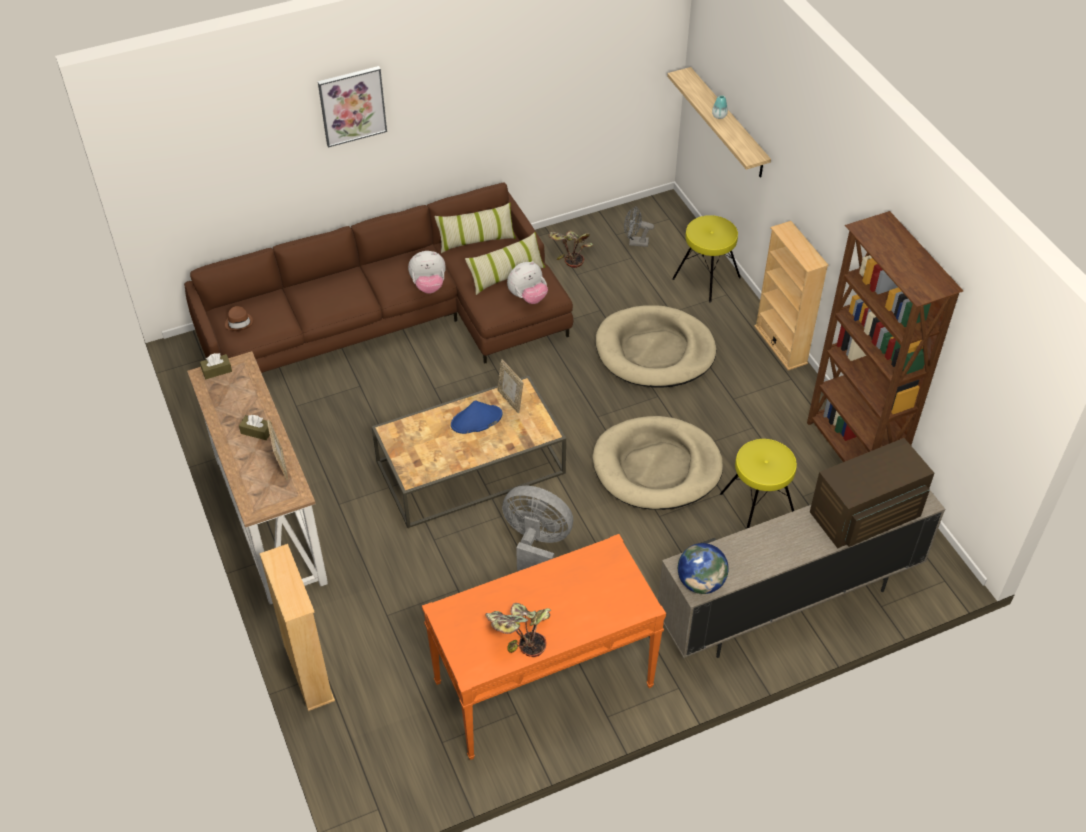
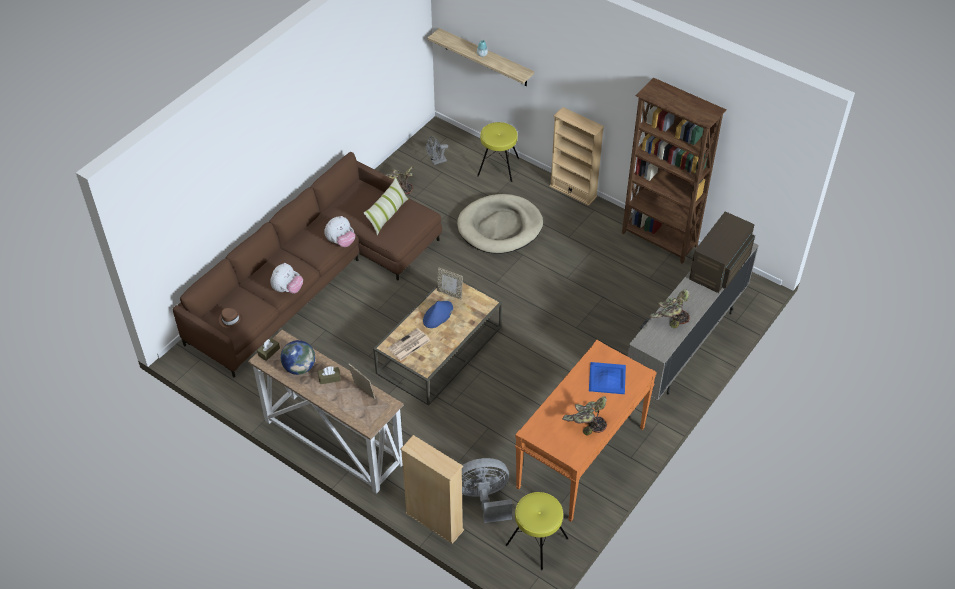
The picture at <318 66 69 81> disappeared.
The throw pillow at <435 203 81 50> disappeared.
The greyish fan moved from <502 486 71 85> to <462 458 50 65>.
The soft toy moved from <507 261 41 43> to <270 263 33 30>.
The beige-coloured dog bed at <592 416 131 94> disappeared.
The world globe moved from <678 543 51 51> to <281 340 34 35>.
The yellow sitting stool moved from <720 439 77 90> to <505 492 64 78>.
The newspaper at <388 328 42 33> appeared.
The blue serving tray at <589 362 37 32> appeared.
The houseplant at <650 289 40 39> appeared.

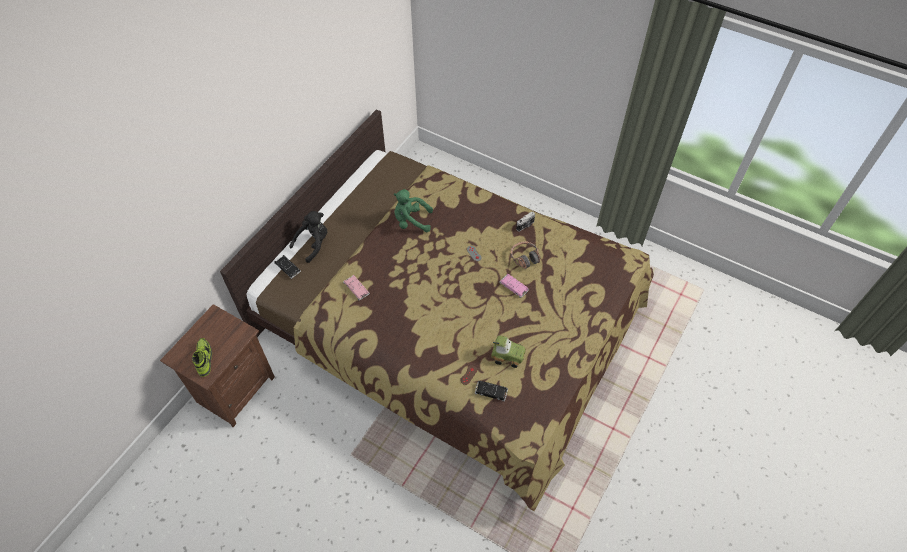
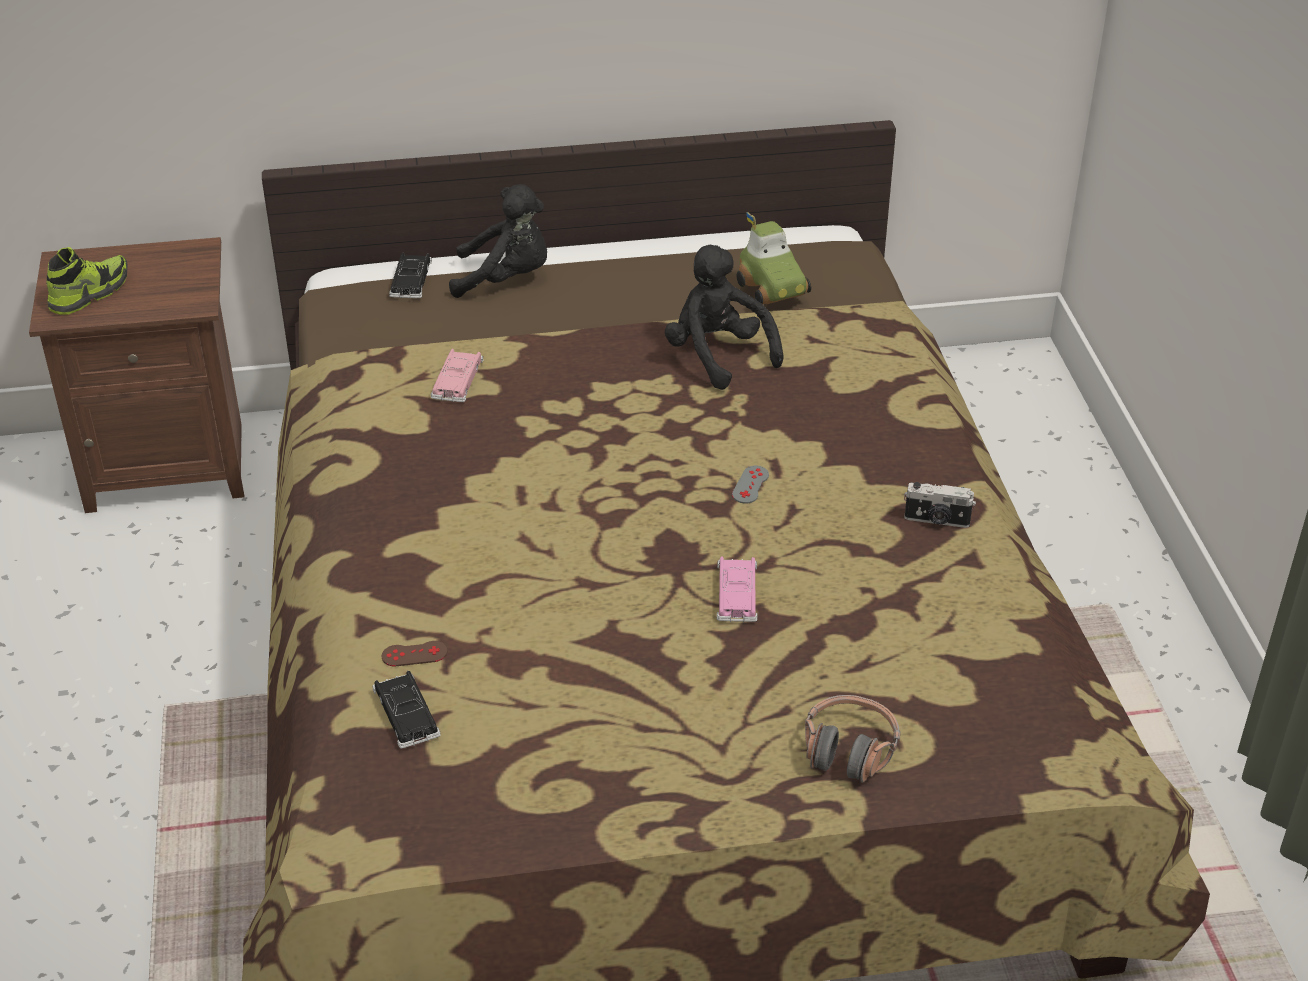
The green-coloured soft toy at <394 189 39 43> became the blackish soft toy at <665 245 119 145>.
The toy car moved from <492 335 34 33> to <736 212 75 92>.
The headphones moved from <511 241 29 28> to <805 695 96 88>.

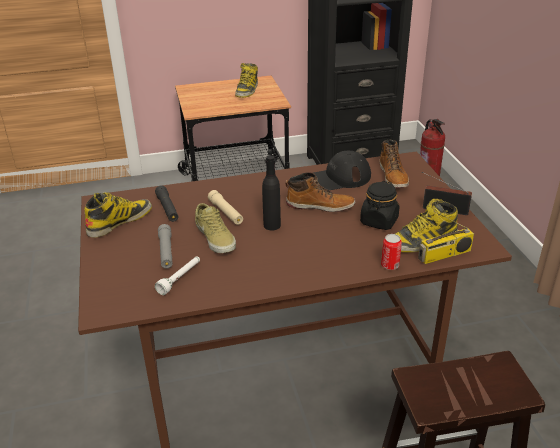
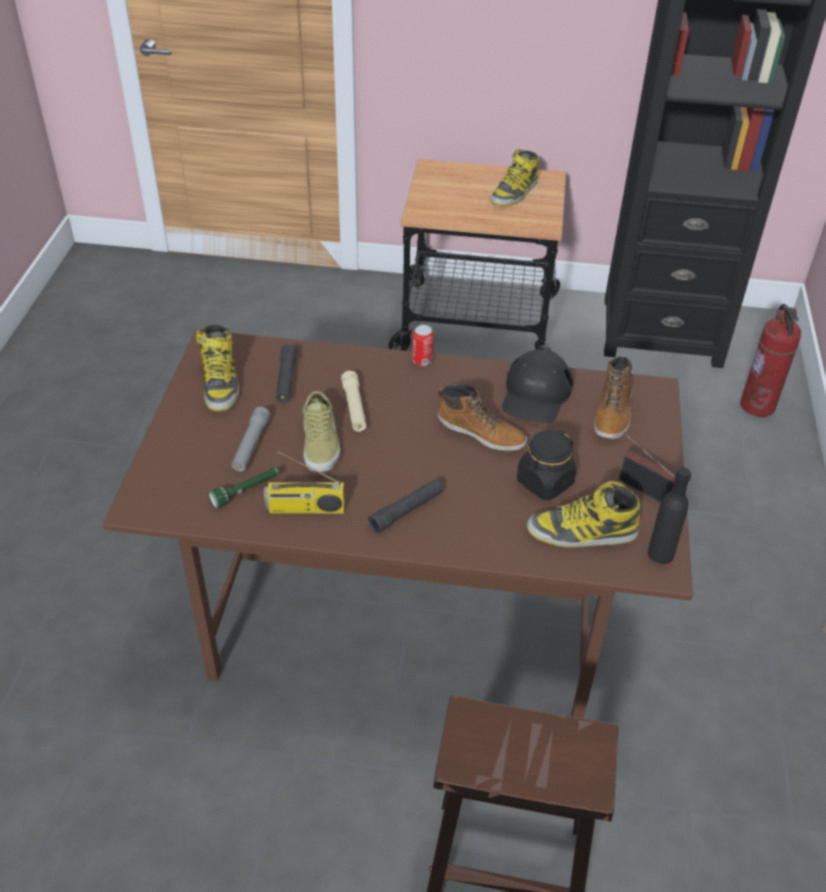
The tall boot at <84 192 68 46> turned 105 degrees clockwise.
The white-coloured torch at <155 256 45 39> became the green-coloured torch at <208 467 72 42>.
The blackish beverage bottle moved from <262 155 19 75> to <648 467 43 97>.
The blackish baseball cap at <313 151 58 39> turned 75 degrees counterclockwise.
The sealed can moved from <381 234 21 36> to <412 325 22 41>.
The radio receiver moved from <418 211 56 53> to <264 451 81 63>.
The blackish torch at <368 479 75 54> appeared.

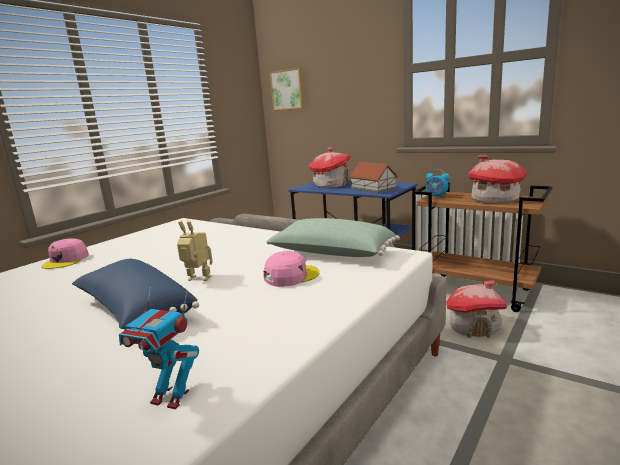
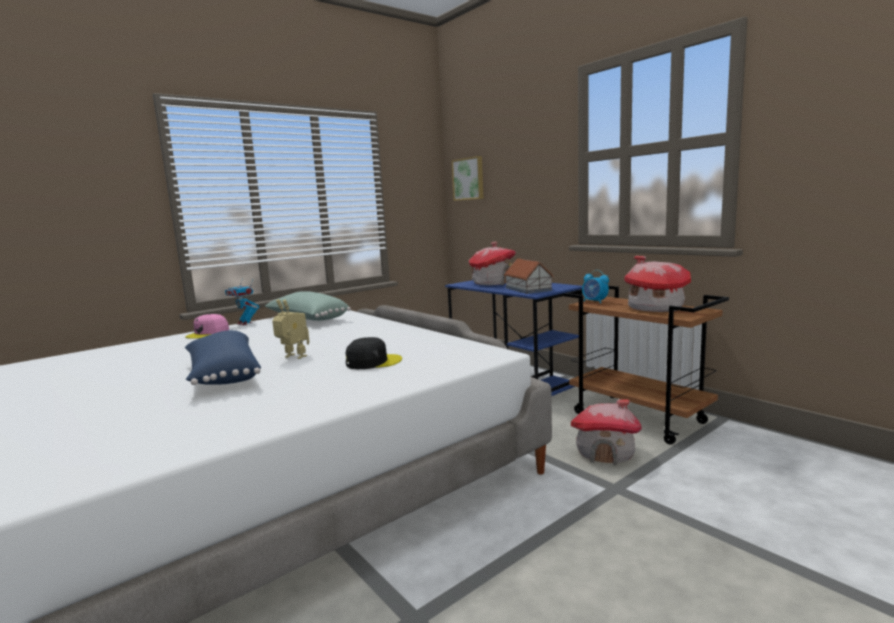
The toy robot moved from <119 287 80 122> to <225 278 34 47>.
The pink-coloured baseball cap at <264 251 56 36> became the blackish baseball cap at <345 337 57 32>.
The green-coloured throw pillow moved from <266 218 134 39> to <265 291 86 30>.

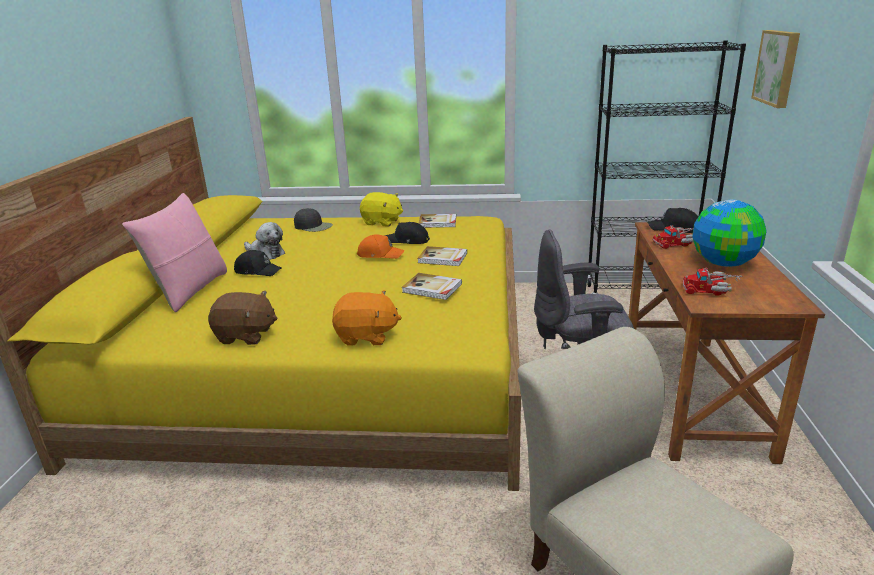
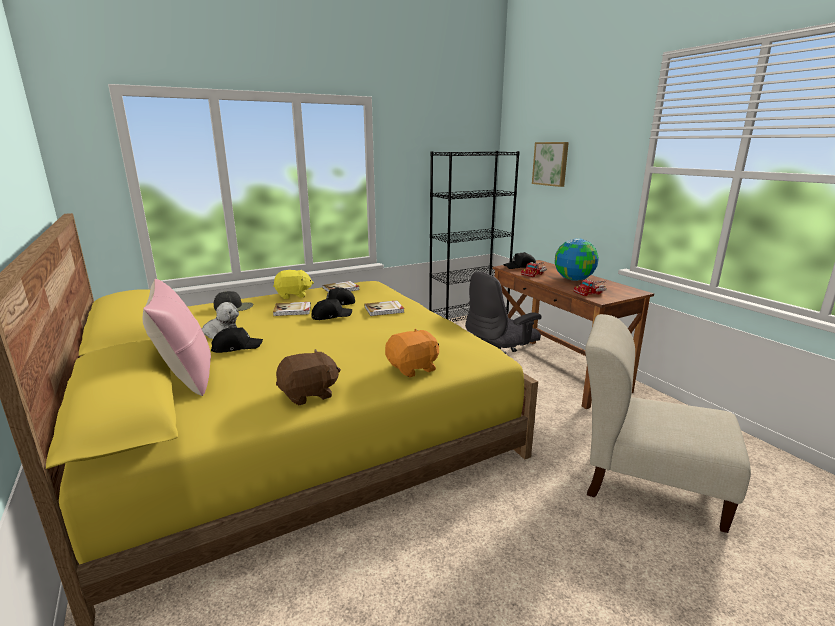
The orangey baseball cap at <357 235 48 24> became the blackish baseball cap at <311 299 41 21>.
The volume moved from <402 273 60 27> to <273 302 38 14>.

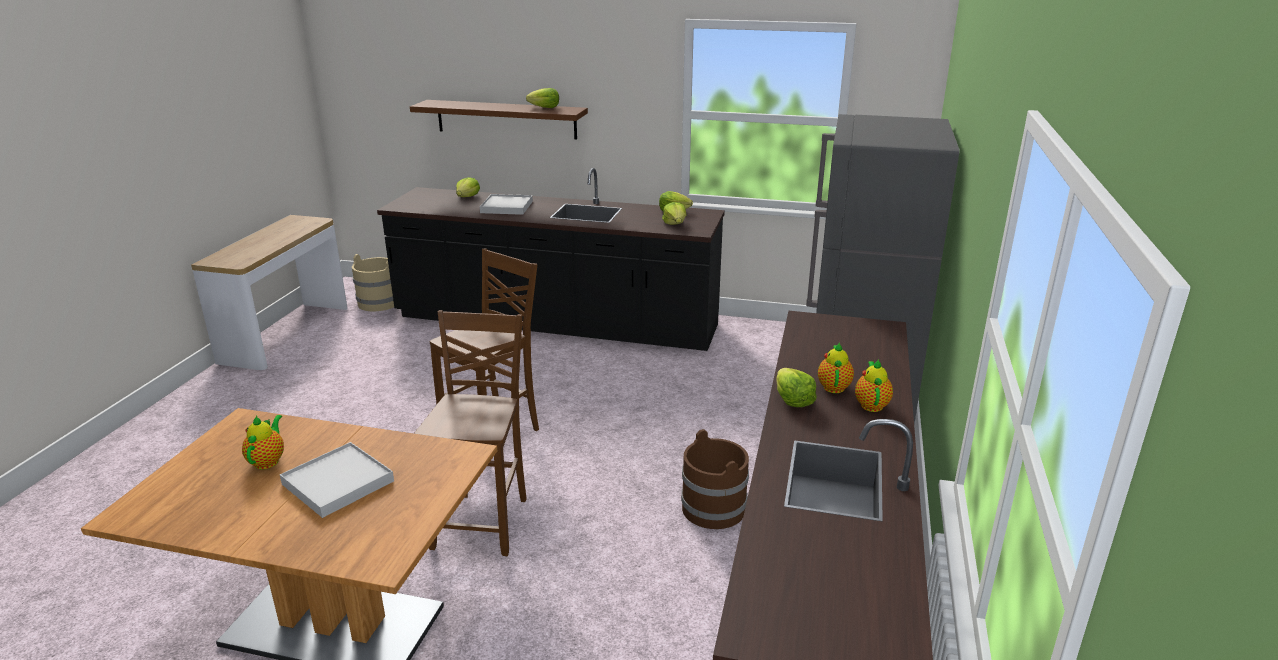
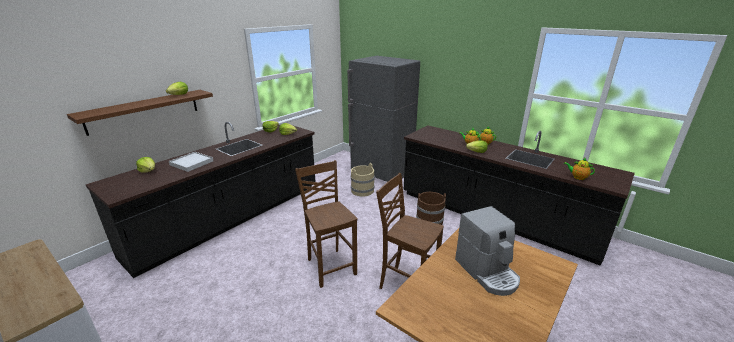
The pot for tea moved from <242 415 42 54> to <564 158 31 22>.
The white-coloured serving tray at <280 442 114 76> was replaced by the coffee brewer at <455 206 65 90>.
The beige-coloured bucket moved from <352 254 42 57> to <351 163 24 34>.

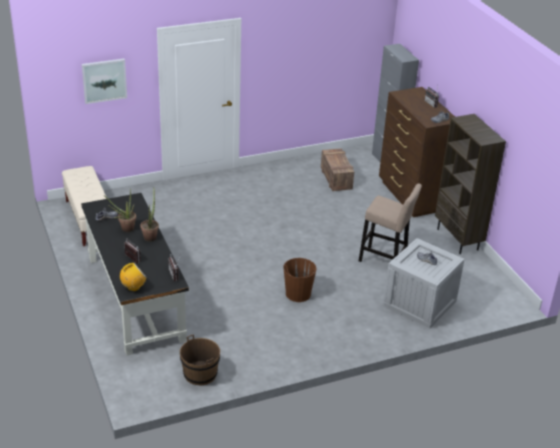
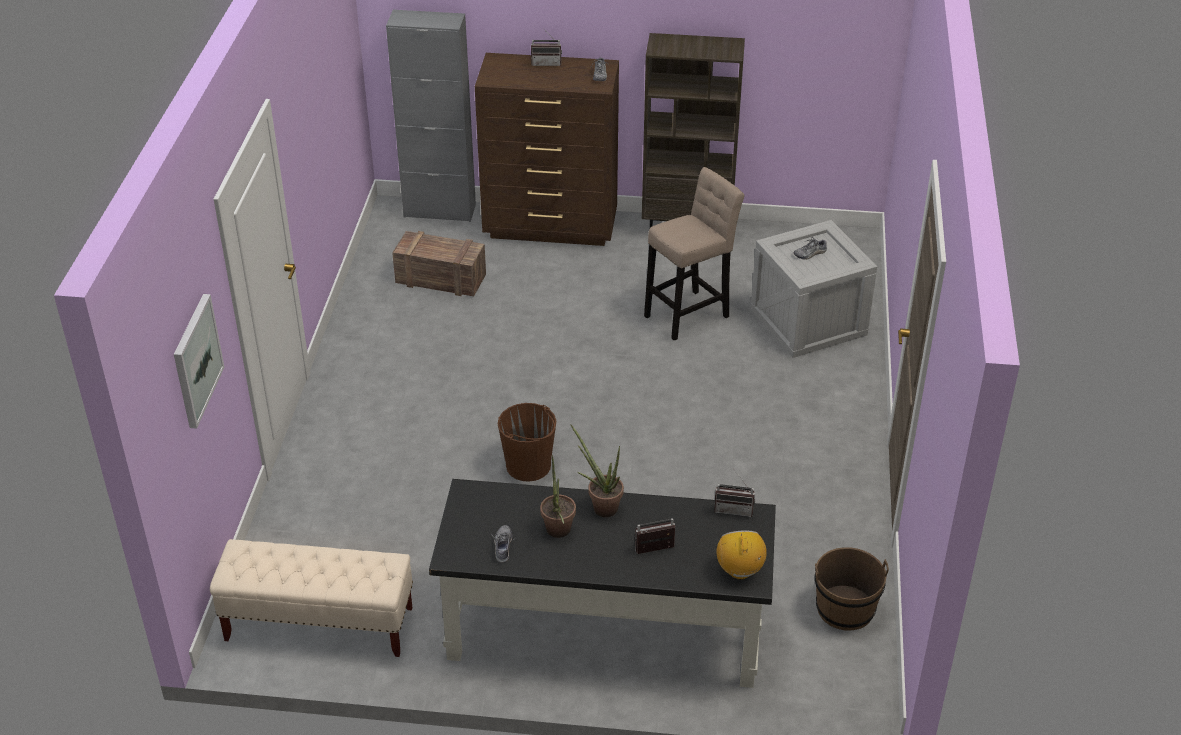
The brown bucket moved from <283 258 34 44> to <498 403 58 79>.

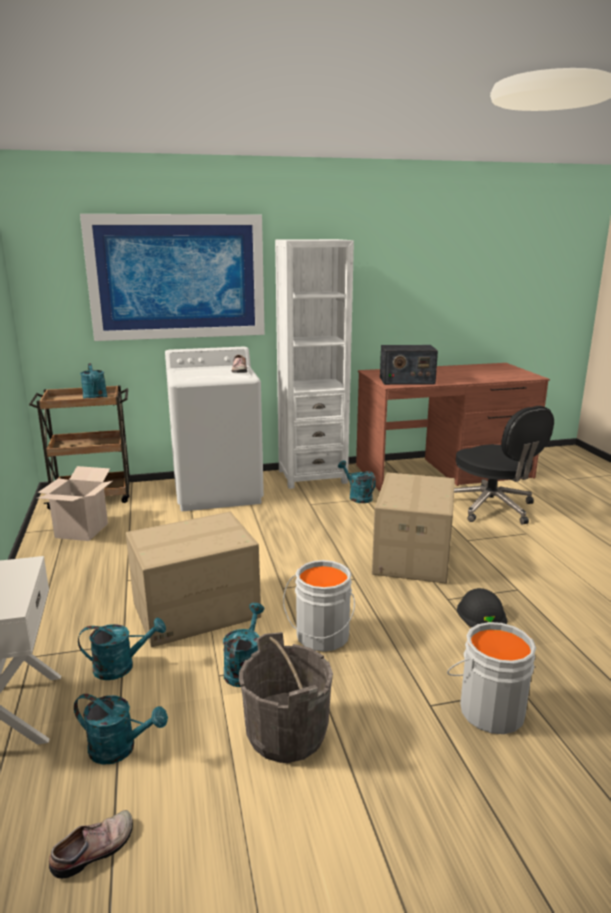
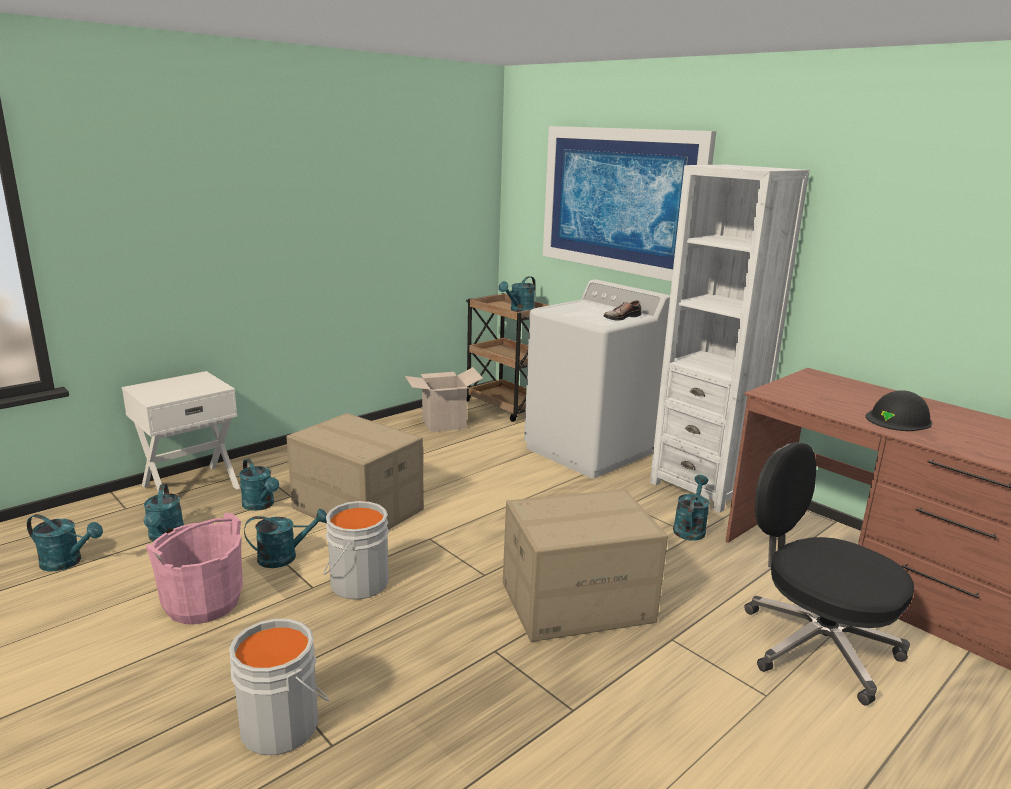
The low shoe at <49 810 84 69> was replaced by the turquoise watering pot at <27 514 76 58>.
The greyish bucket at <239 632 94 131> became the pink-coloured bucket at <146 513 97 112>.
The radio receiver at <380 345 58 40> disappeared.
The blackish office chair at <454 406 100 119> turned 105 degrees clockwise.
The blackish work helmet moved from <457 588 50 39> to <866 390 66 41>.

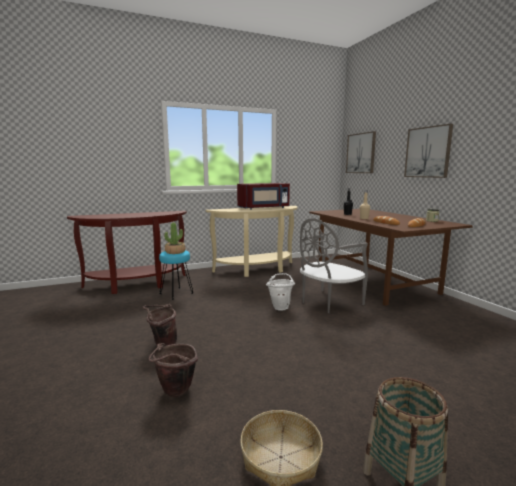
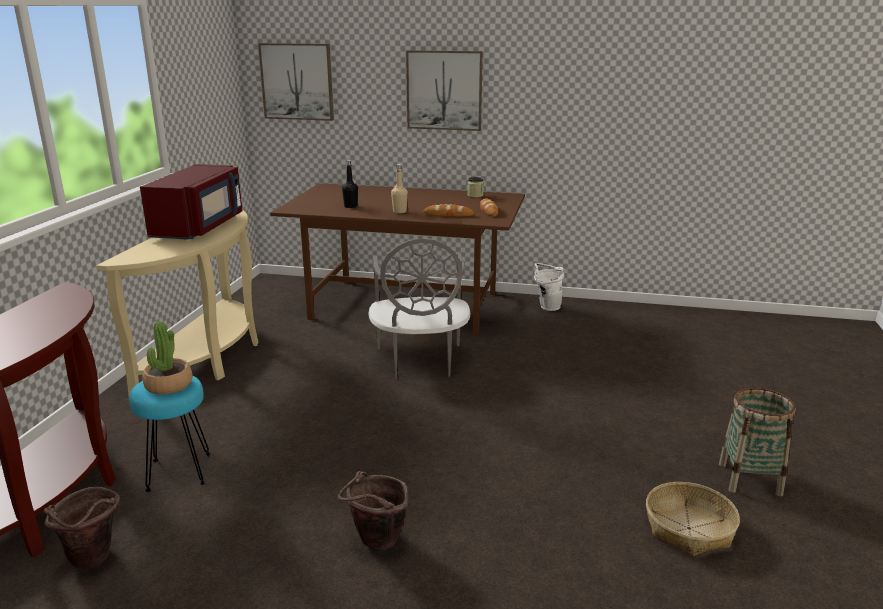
The brown bucket moved from <149 343 49 54> to <44 487 76 82>.
The white-coloured bucket moved from <266 273 29 38> to <534 263 30 48>.

